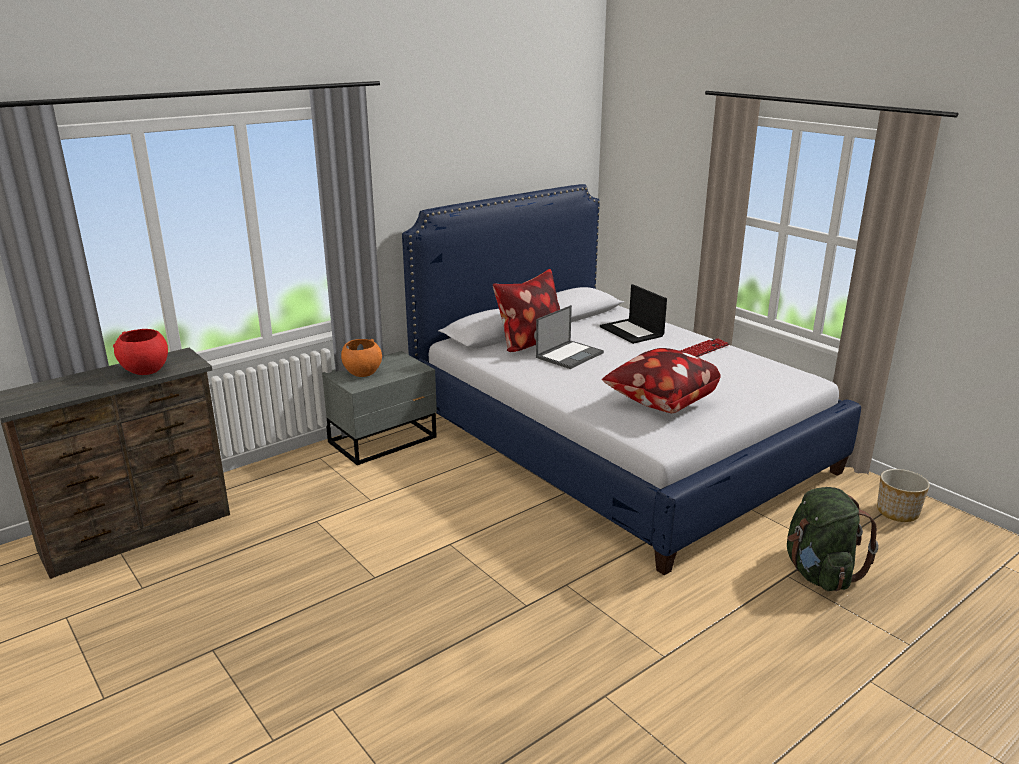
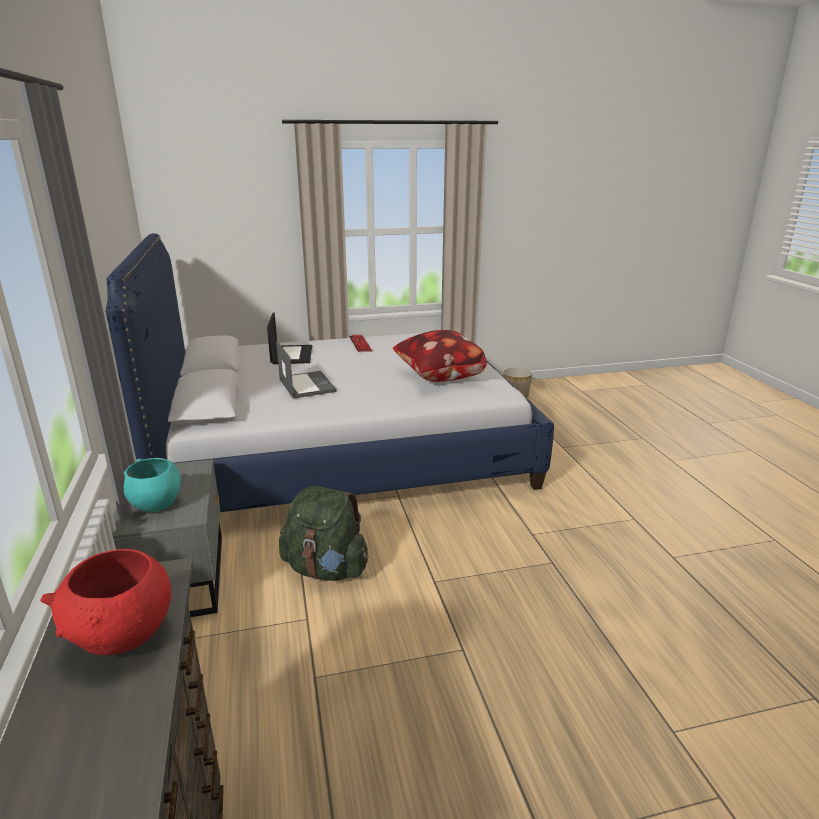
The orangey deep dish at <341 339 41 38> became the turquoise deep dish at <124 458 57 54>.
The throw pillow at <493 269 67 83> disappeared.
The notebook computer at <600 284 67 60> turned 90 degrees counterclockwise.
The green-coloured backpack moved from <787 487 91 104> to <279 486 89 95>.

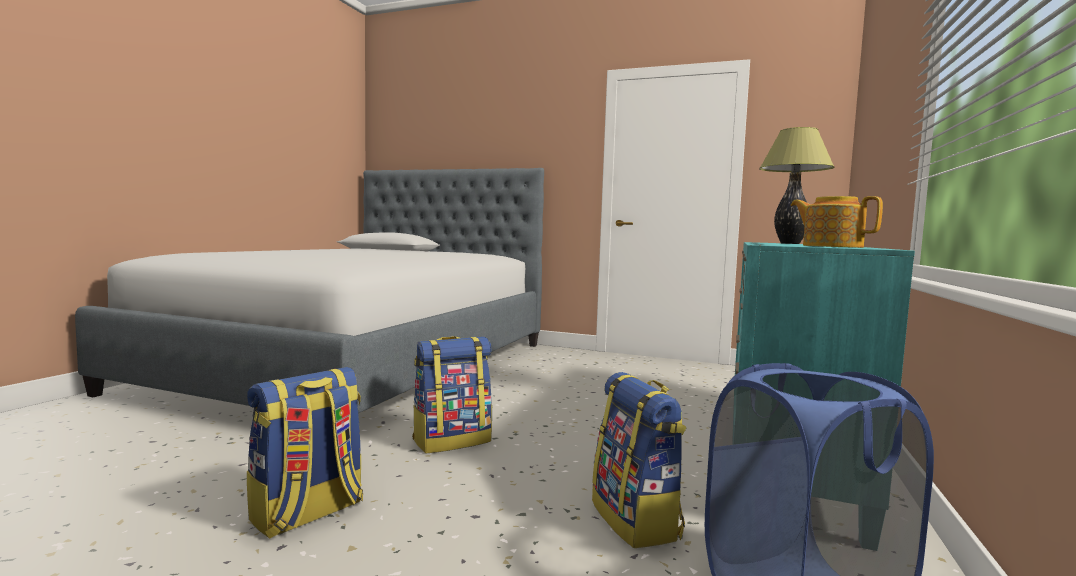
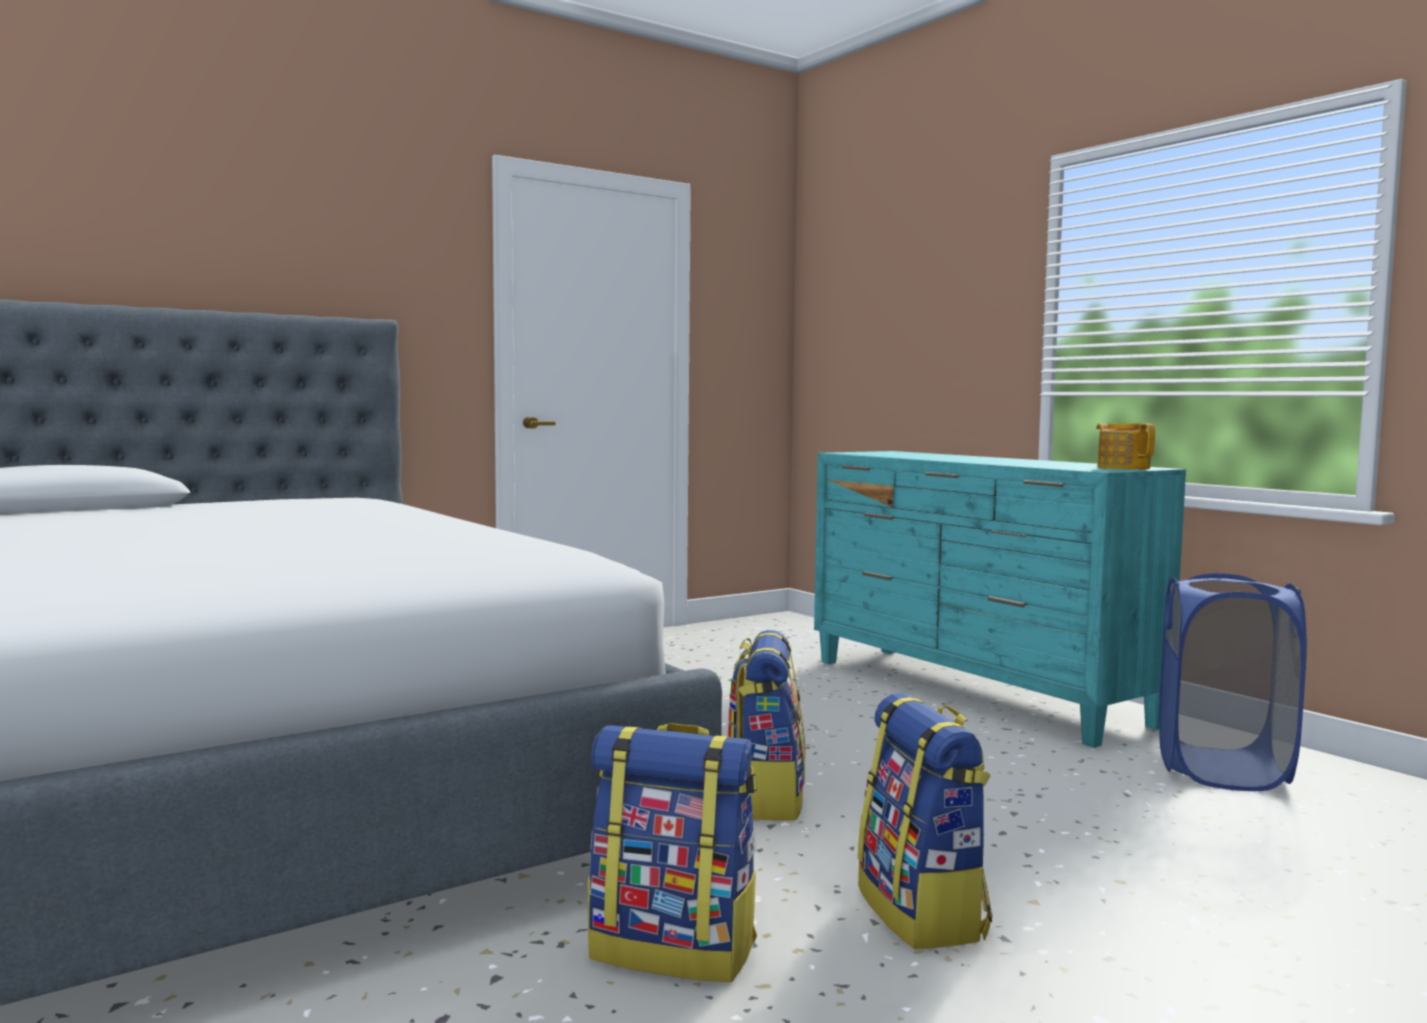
The backpack moved from <592 372 94 176> to <588 723 169 260>.
The tabletop lamp at <759 127 75 117> disappeared.
The pot for tea at <791 196 92 52> turned 75 degrees clockwise.

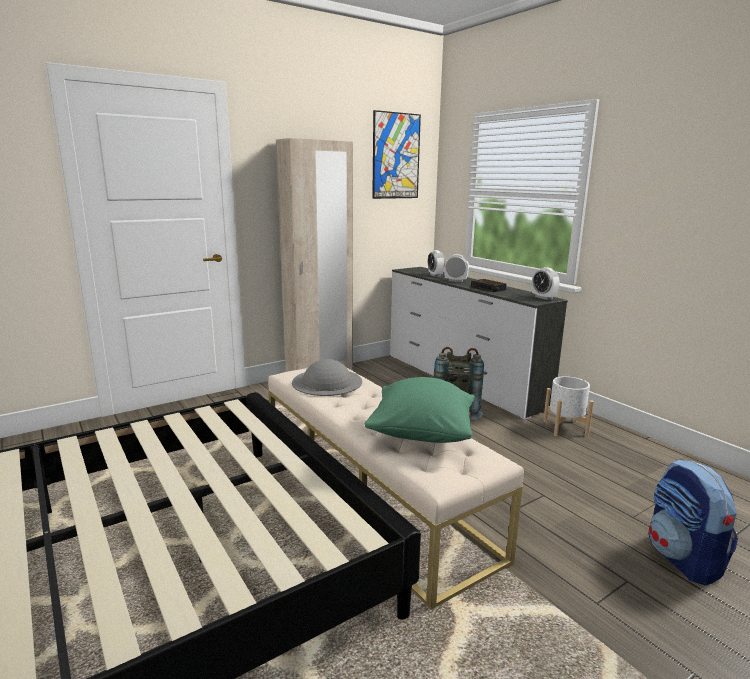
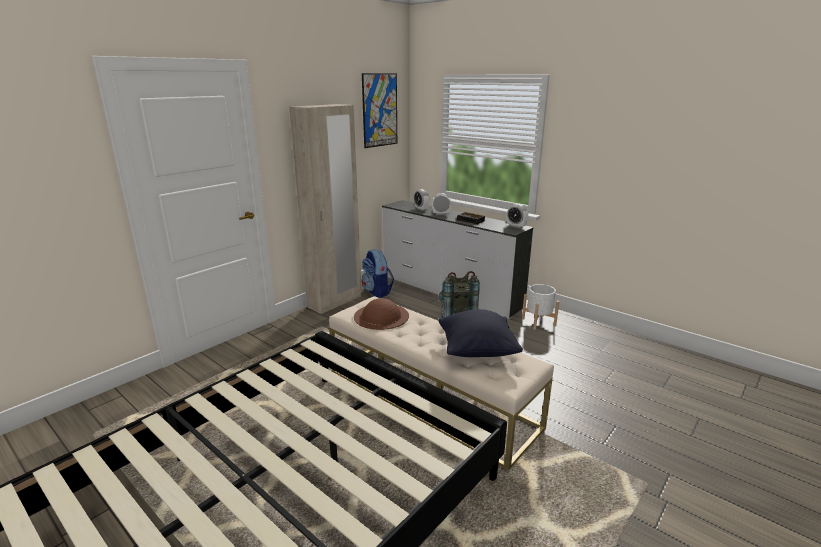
The greyish hat at <292 359 70 37> became the brown hat at <354 298 55 32>.
The green-coloured throw pillow at <364 377 111 66> became the blackish throw pillow at <438 309 85 48>.
The backpack moved from <649 459 89 127> to <361 249 33 49>.

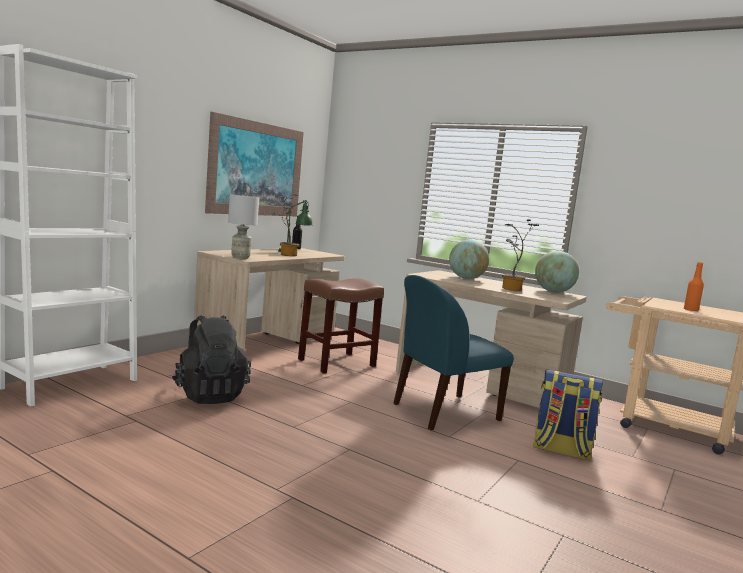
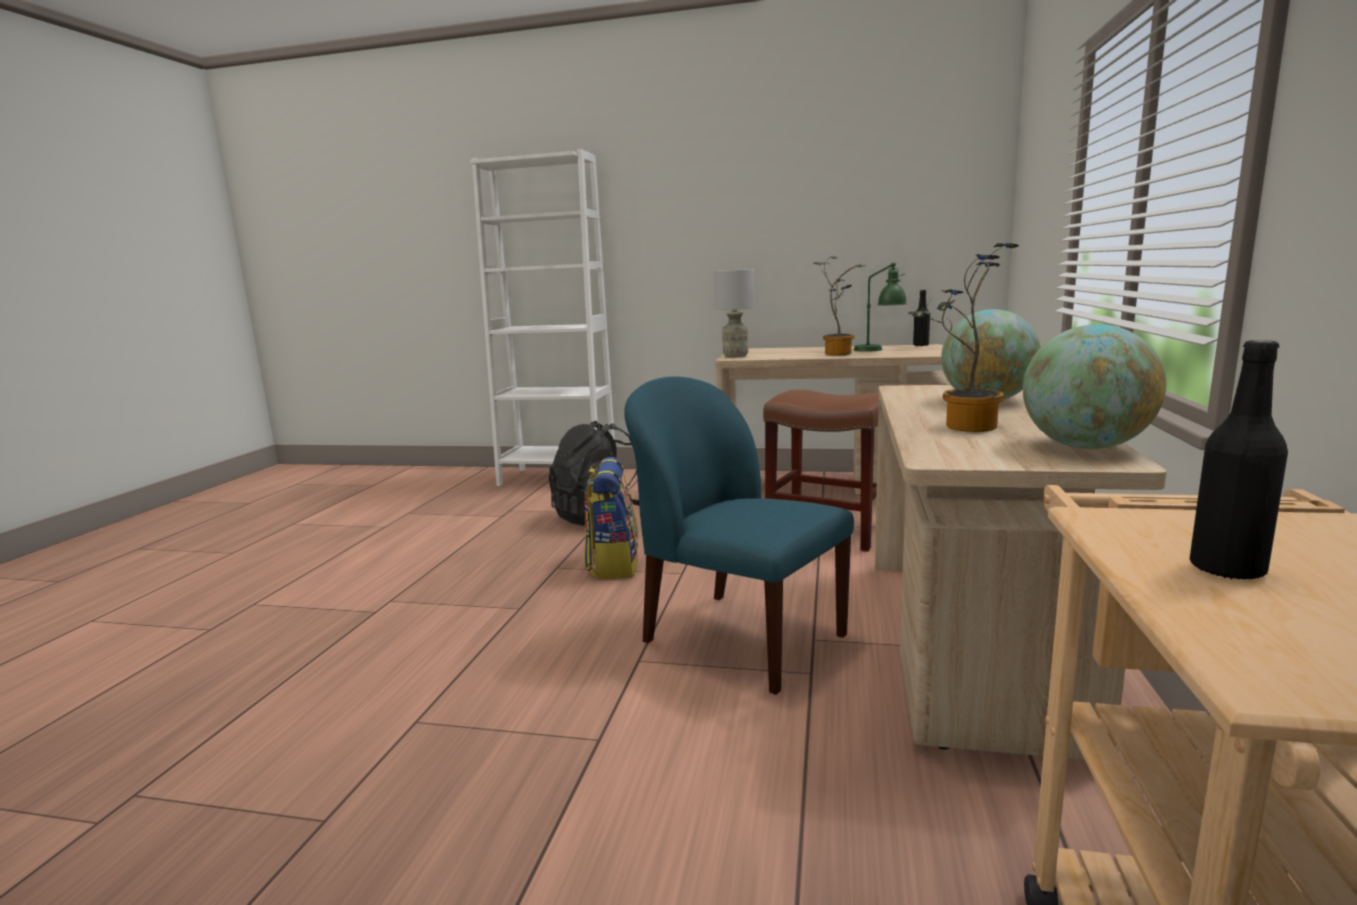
The picture at <205 112 99 104> disappeared.
The backpack moved from <533 370 70 91> to <584 457 54 122>.
The orangey beverage bottle at <684 262 20 50> became the blackish beverage bottle at <1190 340 98 240>.

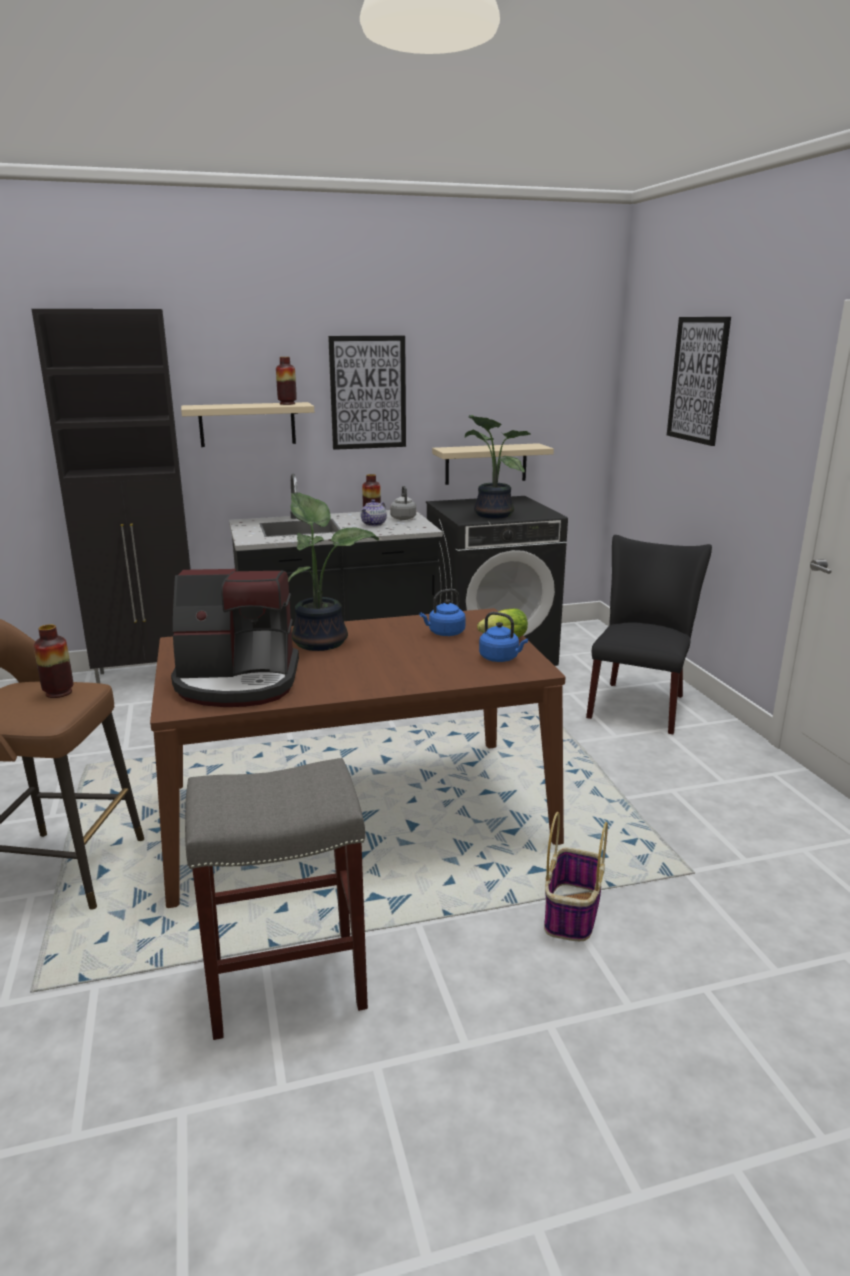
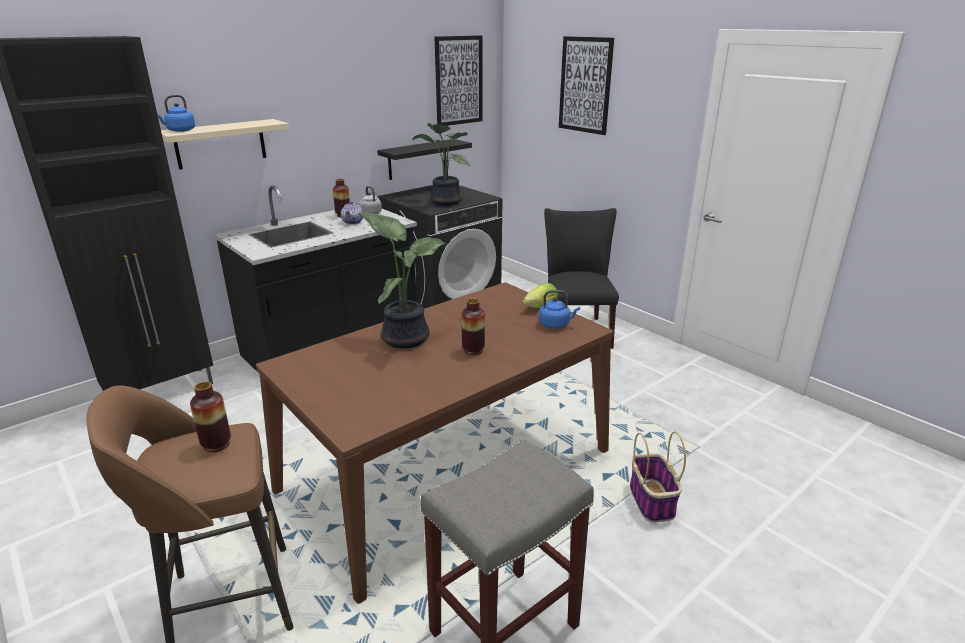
The coffee brewer at <171 569 128 138> disappeared.
The vase moved from <276 357 21 48> to <461 298 24 57>.
The picture moved from <328 336 78 114> to <435 35 47 91>.
The blue kettle moved from <419 589 47 47> to <157 95 38 37>.
The beige-coloured wall shelf at <432 443 122 42> became the blackish wall shelf at <377 139 95 41>.

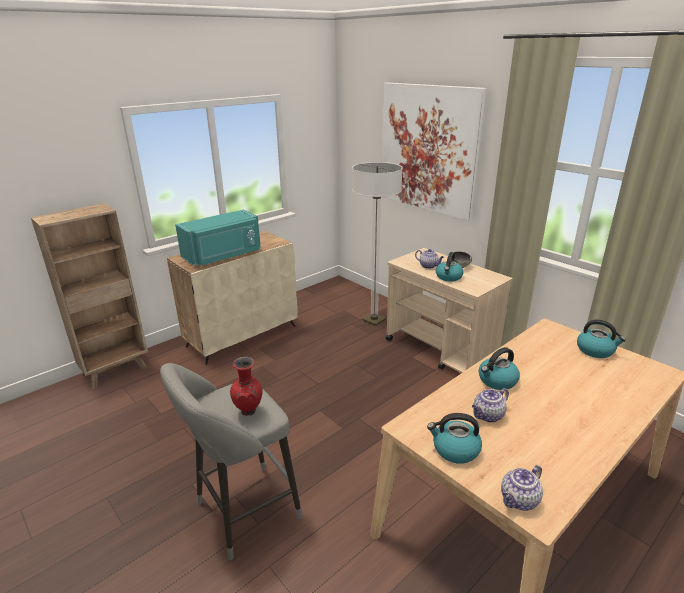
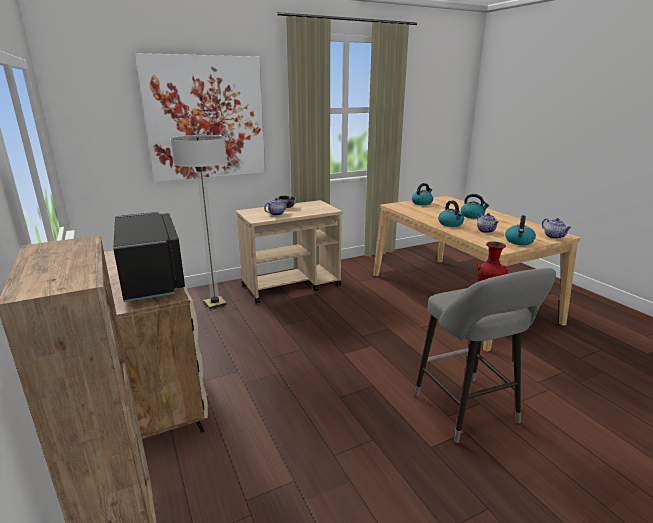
The turquoise microwave oven at <175 209 86 57> became the blackish microwave oven at <113 212 72 90>.
The kettle moved from <436 252 28 30> to <461 194 28 25>.

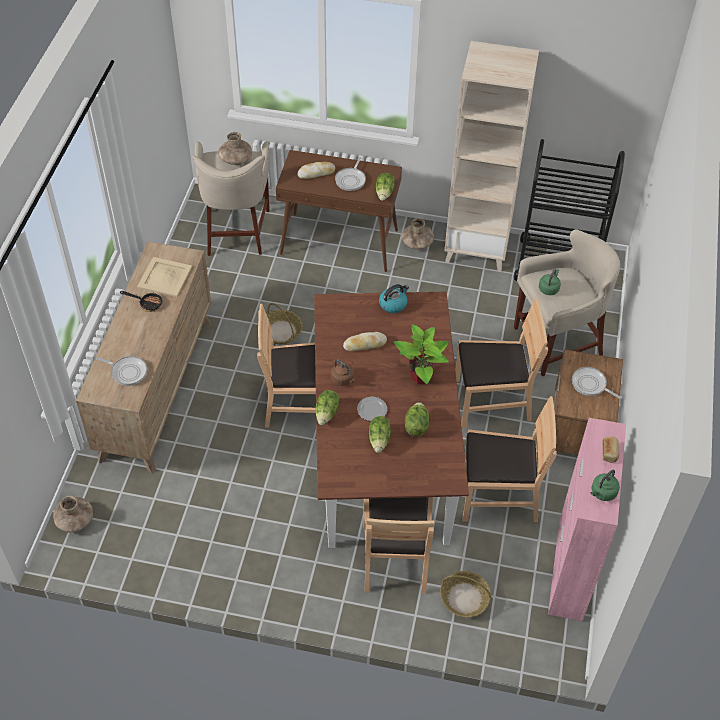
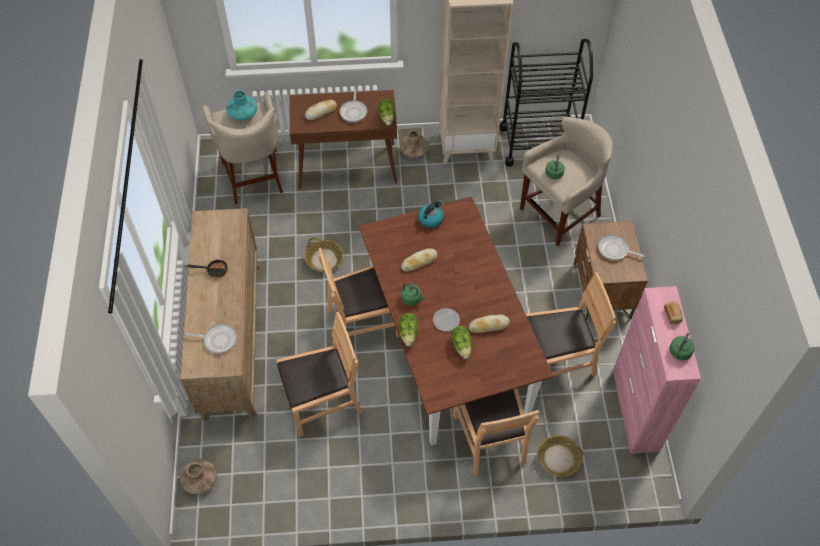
The beige-coloured serving tray at <137 257 55 40> disappeared.
The brown vase at <218 132 34 33> became the turquoise vase at <226 90 31 30>.
The brown kettle at <331 359 25 27> became the green-coloured kettle at <401 284 25 22>.
The houseplant at <394 324 55 61> disappeared.
The head of lettuce at <405 402 25 34> was replaced by the bakery bread at <469 314 41 19>.
The brown upright chair moved from <455 298 93 130> to <277 312 85 125>.

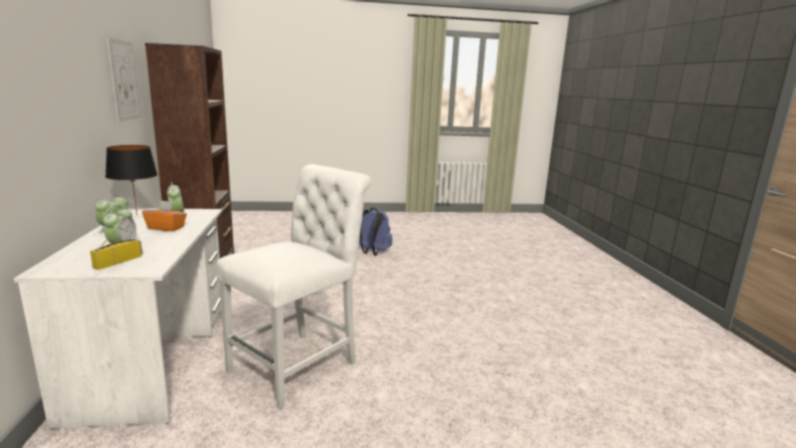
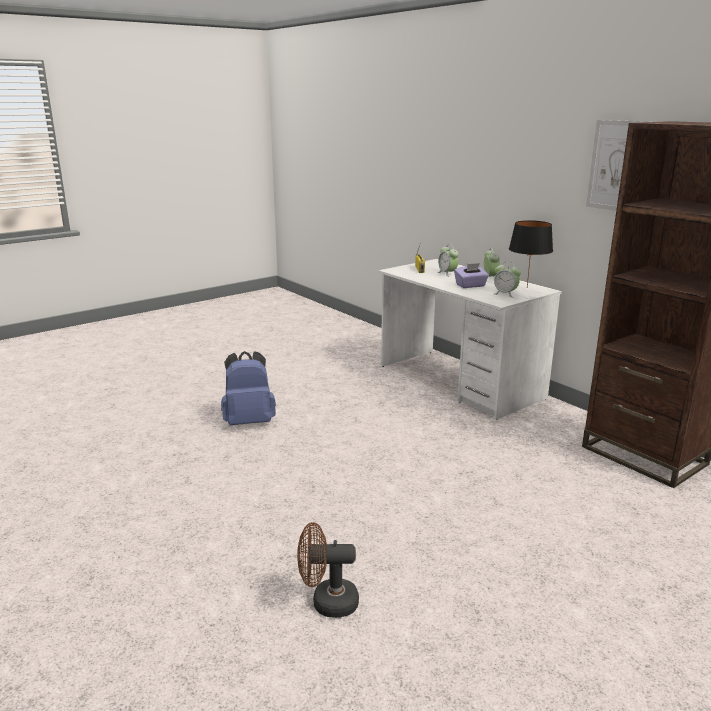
The orangey tissue holder at <142 200 45 31> became the purple tissue holder at <454 263 35 25>.
The white-coloured upright chair at <216 164 155 245> disappeared.
The blue backpack moved from <359 208 33 48> to <221 351 55 74>.
The brown fan at <297 522 62 96> appeared.

